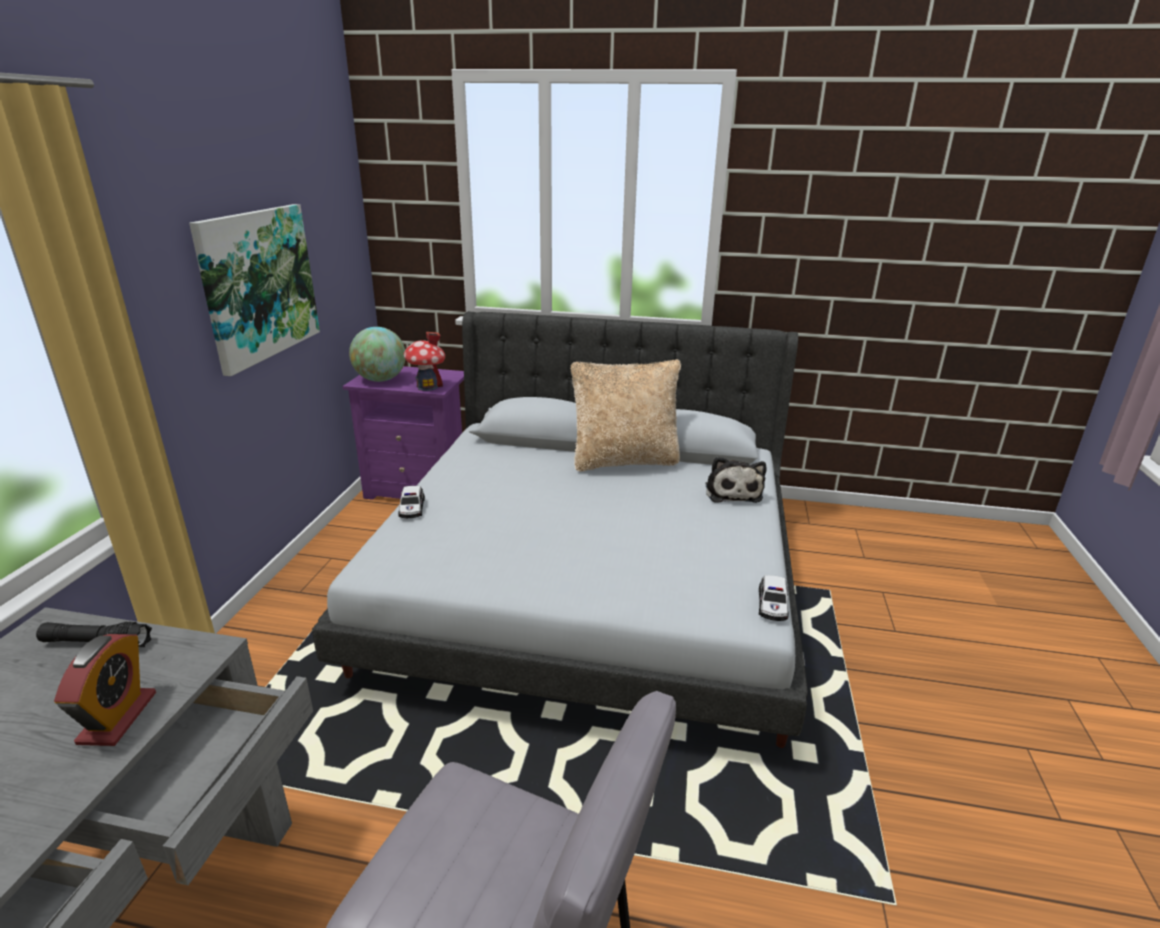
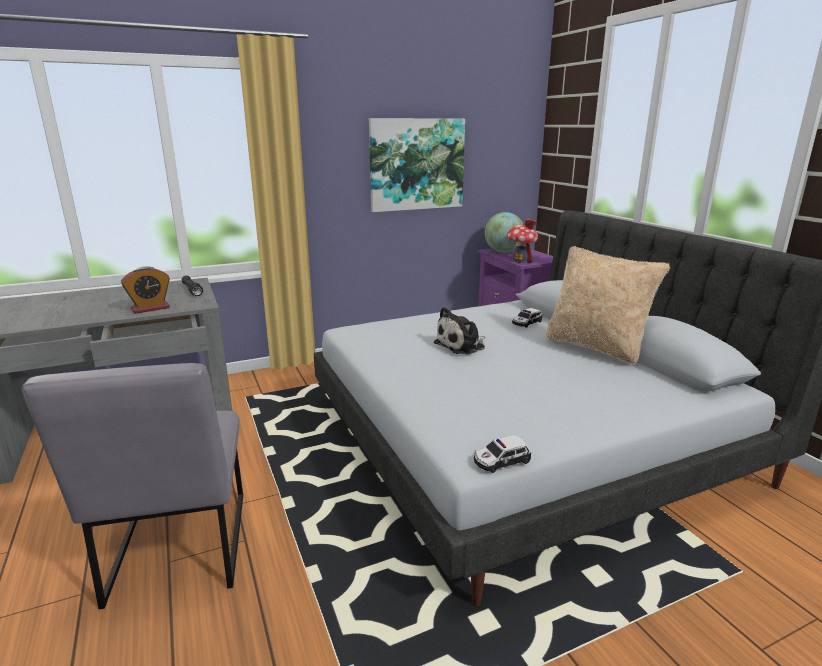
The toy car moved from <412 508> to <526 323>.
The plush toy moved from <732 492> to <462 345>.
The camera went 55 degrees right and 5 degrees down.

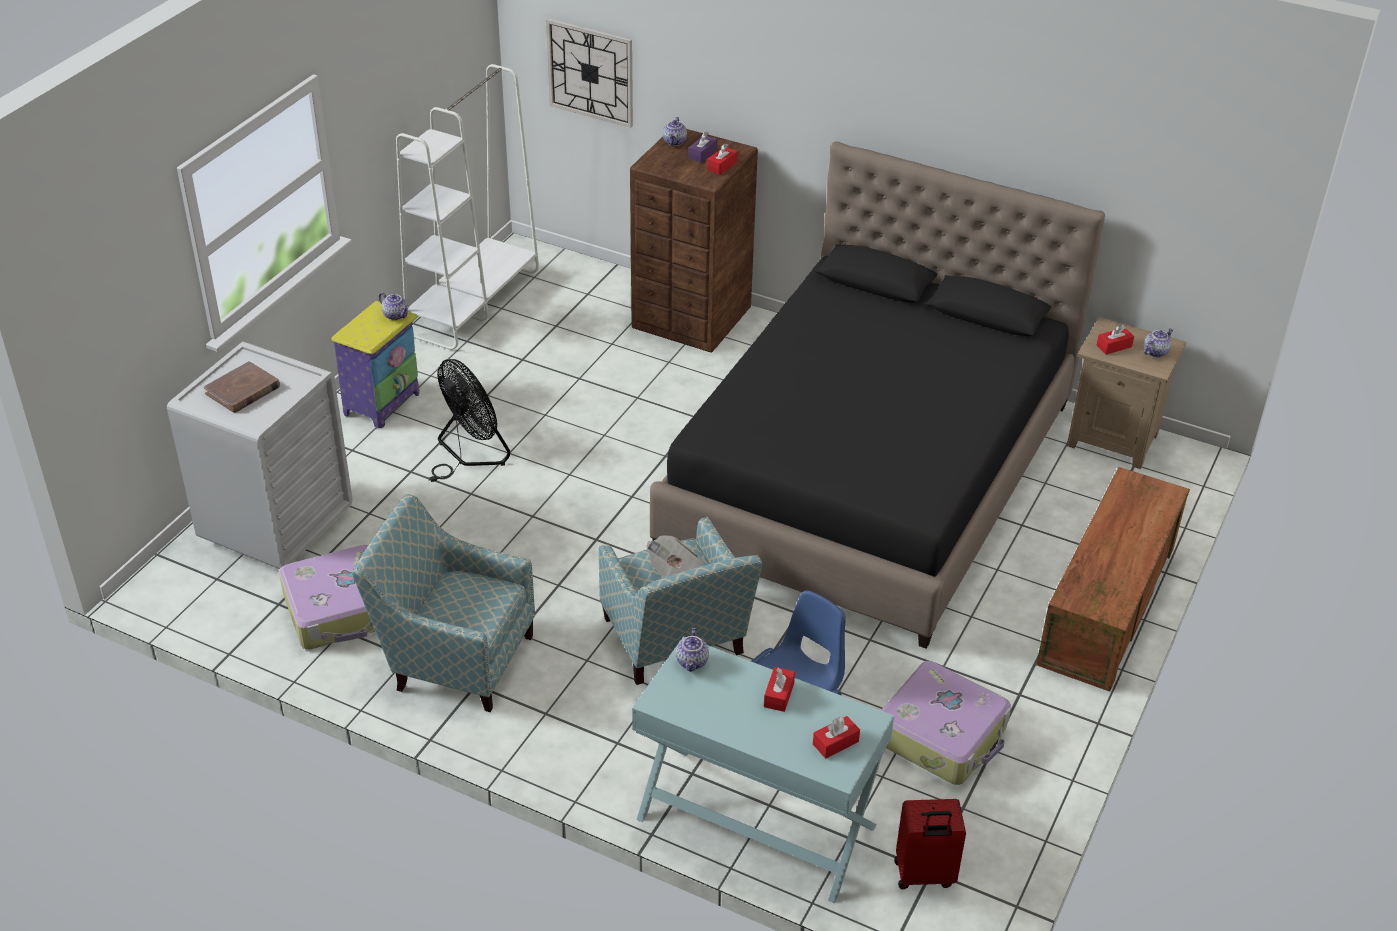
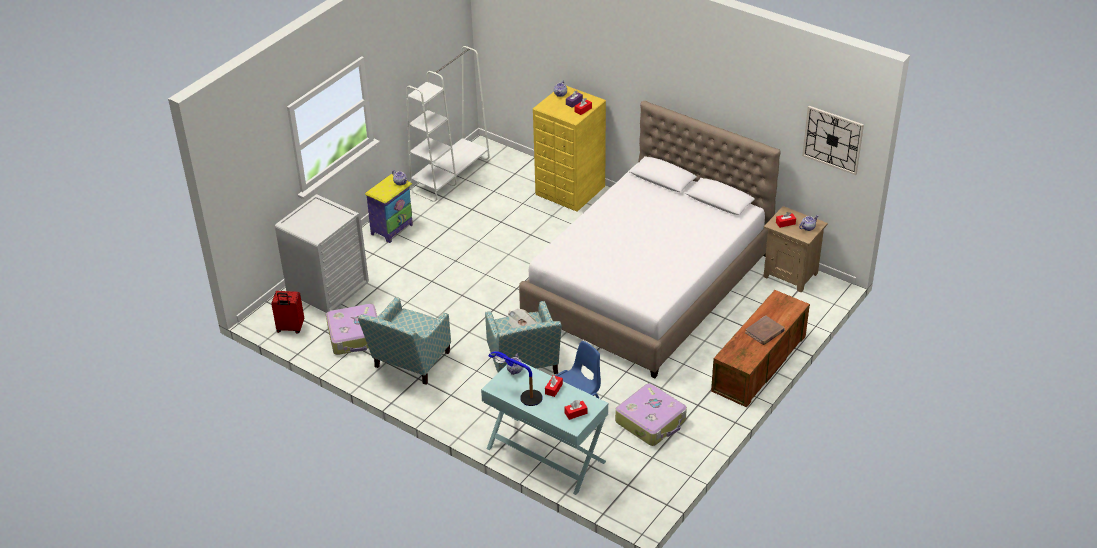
The fan/black at <464 450> disappeared.
The table lamp at <521 393> appeared.
The book/brown moved from <243 390> to <764 332>.
The wall clock moved from <590 72> to <833 139>.
The suitcase/red moved from <924 875> to <290 328>.
The dresser/brown at <691 318> became the dresser/yellow at <570 191>.
The bed/black at <870 474> became the bed/white at <649 285>.
The armchair at <453 658> turned 90 degrees counterclockwise.
The camera went 10 degrees right and 0 degrees up.

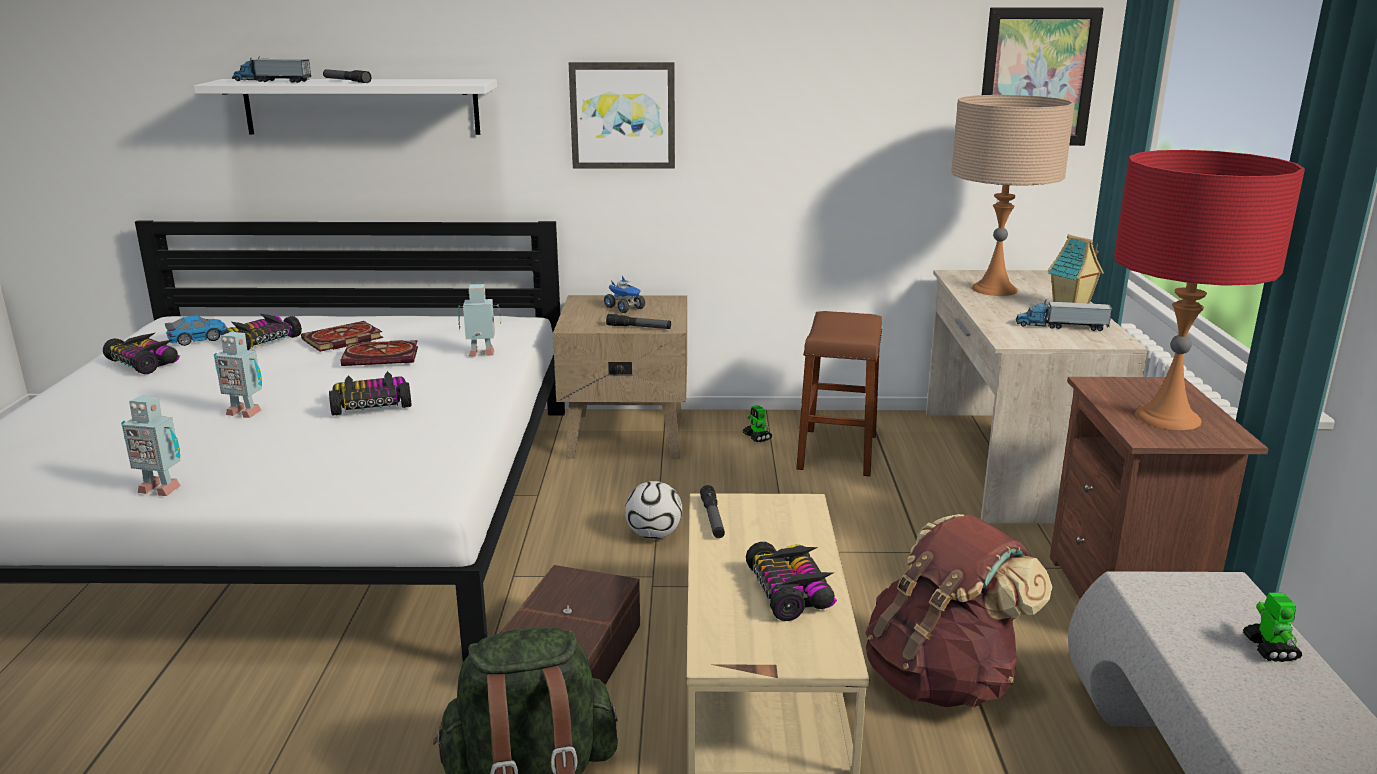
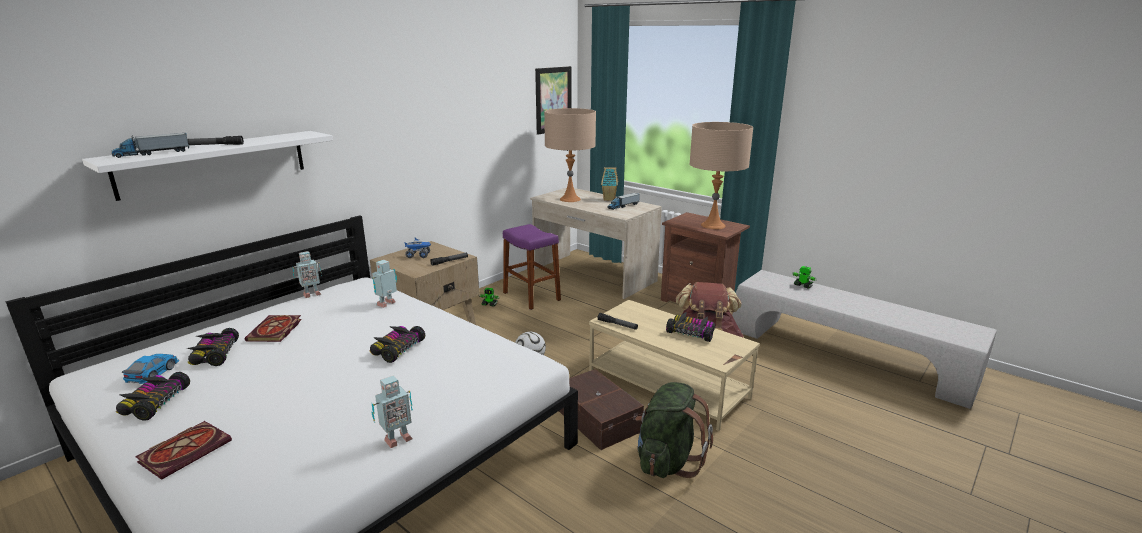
The picture at <622 115> disappeared.
The toy robot moved from <244 412> to <311 294>.
The book moved from <383 356> to <186 450>.
The stool/brown at <837 452> became the stool/purple at <531 296>.
The table lamp/red at <1167 417> became the table lamp/beige at <713 225>.
The toy car at <145 363> turned 75 degrees counterclockwise.
The camera went 50 degrees left and 0 degrees up.

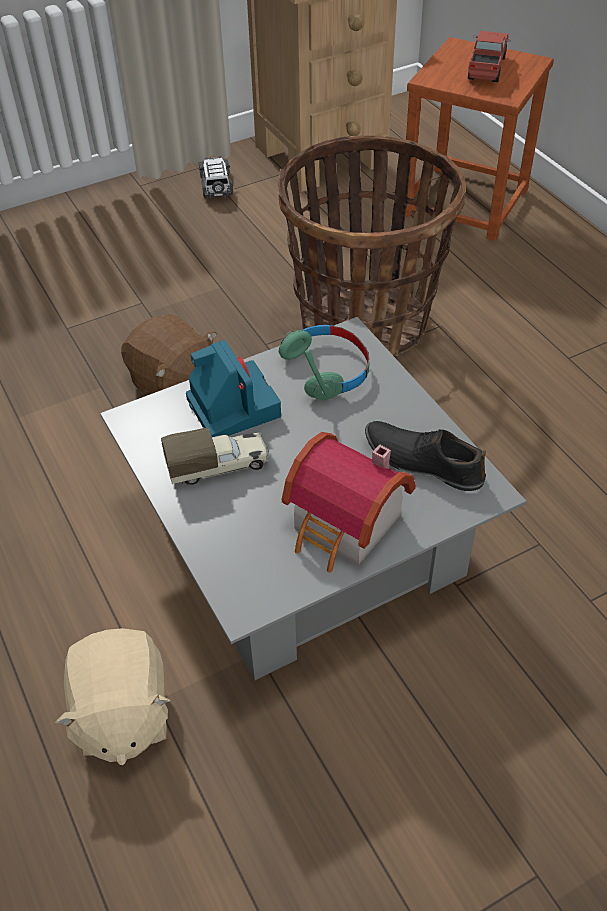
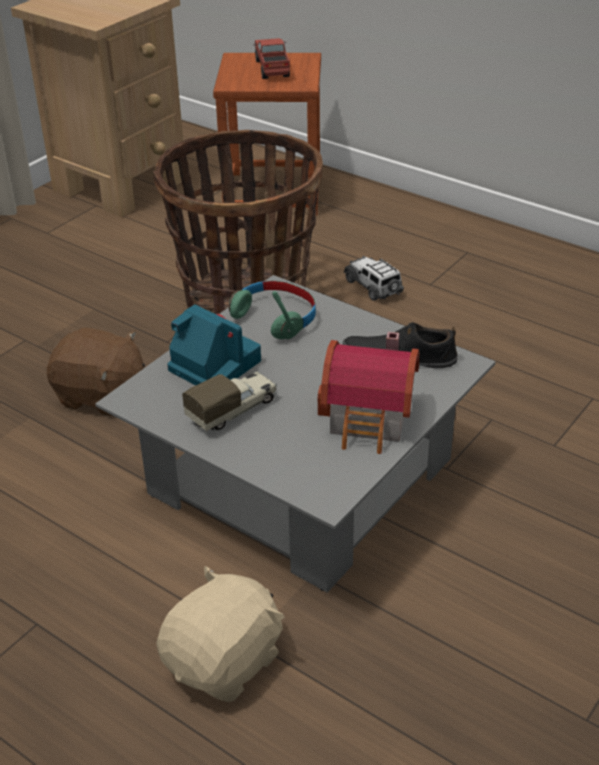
The toy car moved from <216 186> to <374 287>.
The plush toy/beige at <121 714> turned 105 degrees counterclockwise.
The camera went 25 degrees left and 10 degrees down.

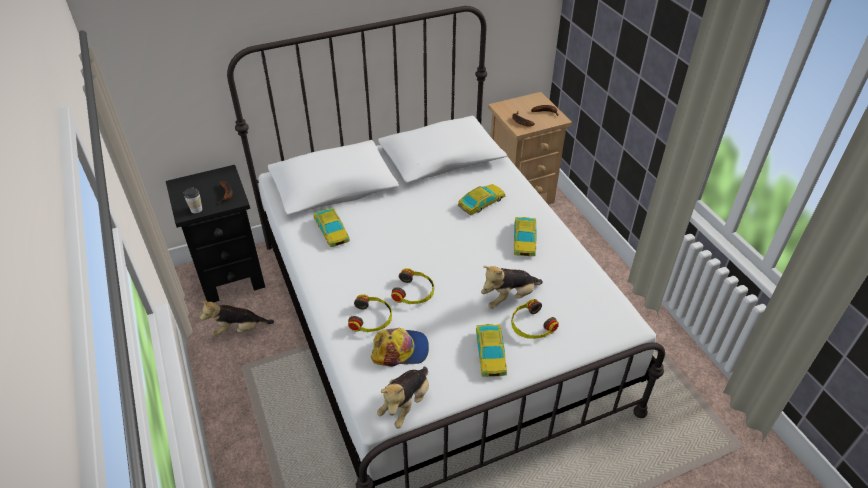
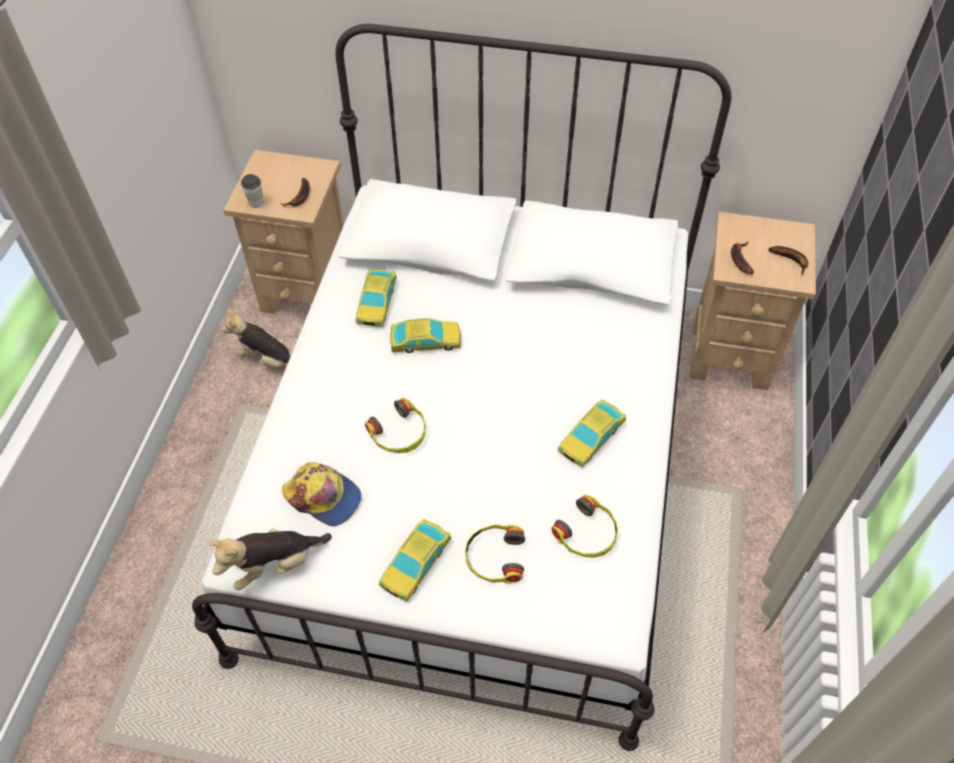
The plush toy at <509 297> disappeared.
The headphones moved from <371 319> to <587 534>.
The toy car moved from <481 202> to <425 341>.
The nightstand/black at <232 277> became the nightstand/beige at <307 291>.
The camera went 35 degrees right and 10 degrees up.

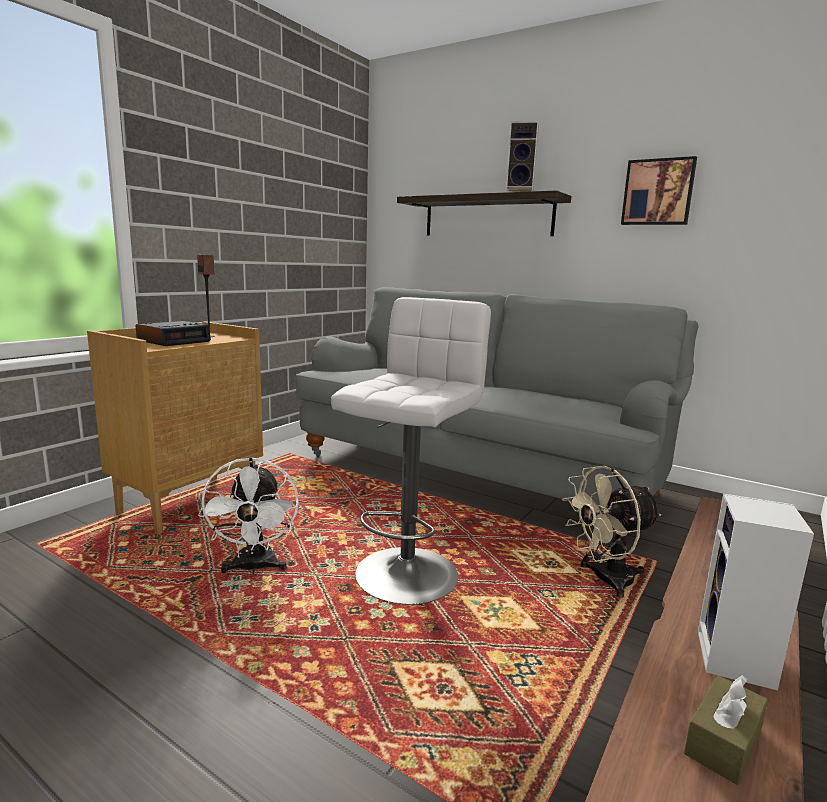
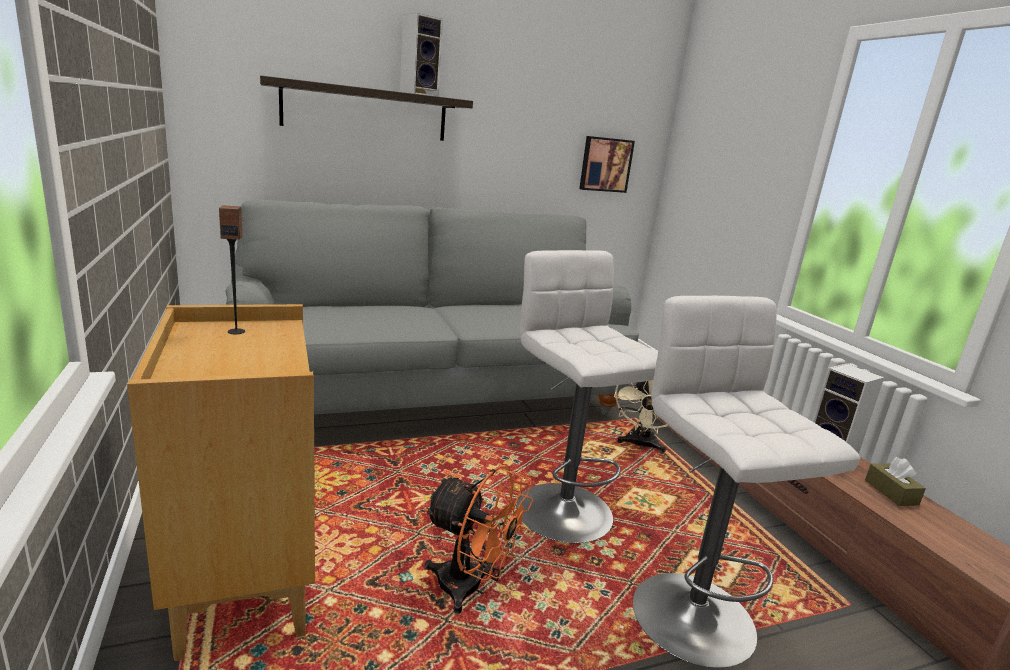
The alarm clock at <174 341> disappeared.
The stool/white at <693 616> appeared.
The picture moved from <658 192> to <605 164>.
The fan/white at <254 568> became the fan/orange at <470 588>.
The camera went 55 degrees left and 5 degrees up.

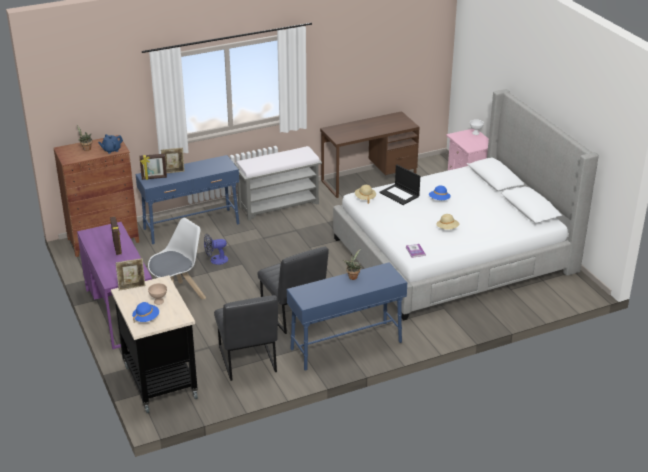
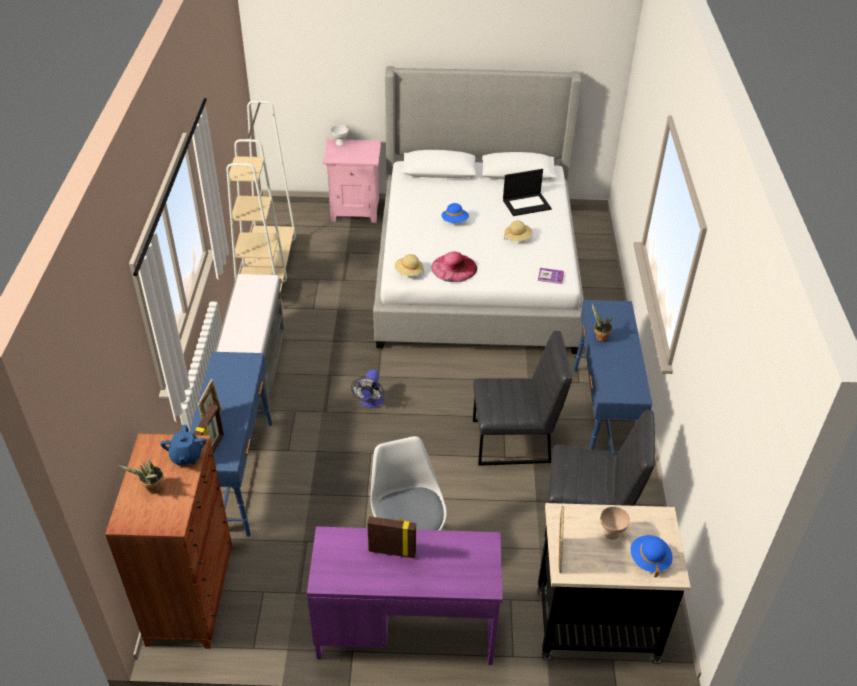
The hat/pink at <454 267> appeared.
The fan moved from <215 260> to <370 402>.
The laptop moved from <400 194> to <527 204>.
The desk/brown at <369 180> was replaced by the clothes rack/beige at <268 273>.
The camera went 65 degrees left and 10 degrees up.

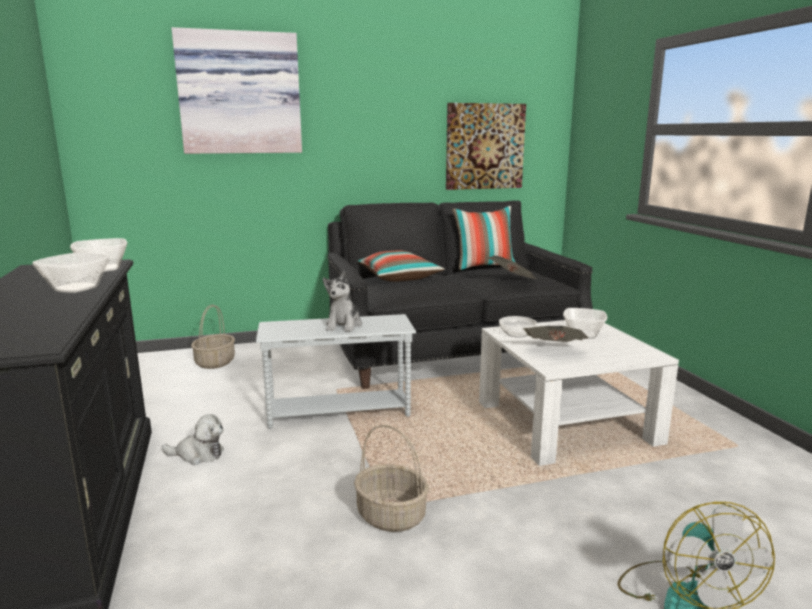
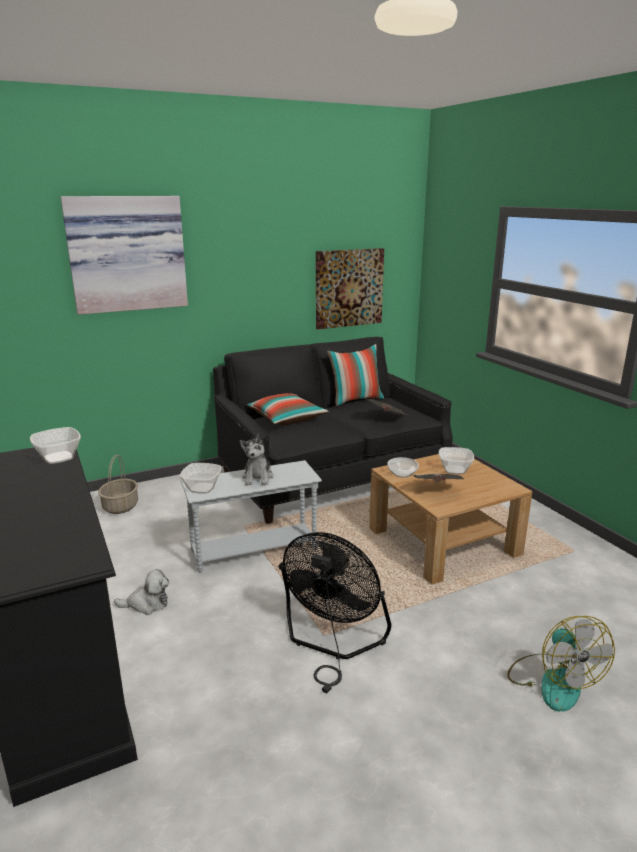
The bowl moved from <75 288> to <201 488>.
The basket at <390 516> was replaced by the fan/black at <328 642>.
The coffee table/white at <566 422> became the coffee table/brown at <443 542>.
The camera went 10 degrees left and 5 degrees up.

